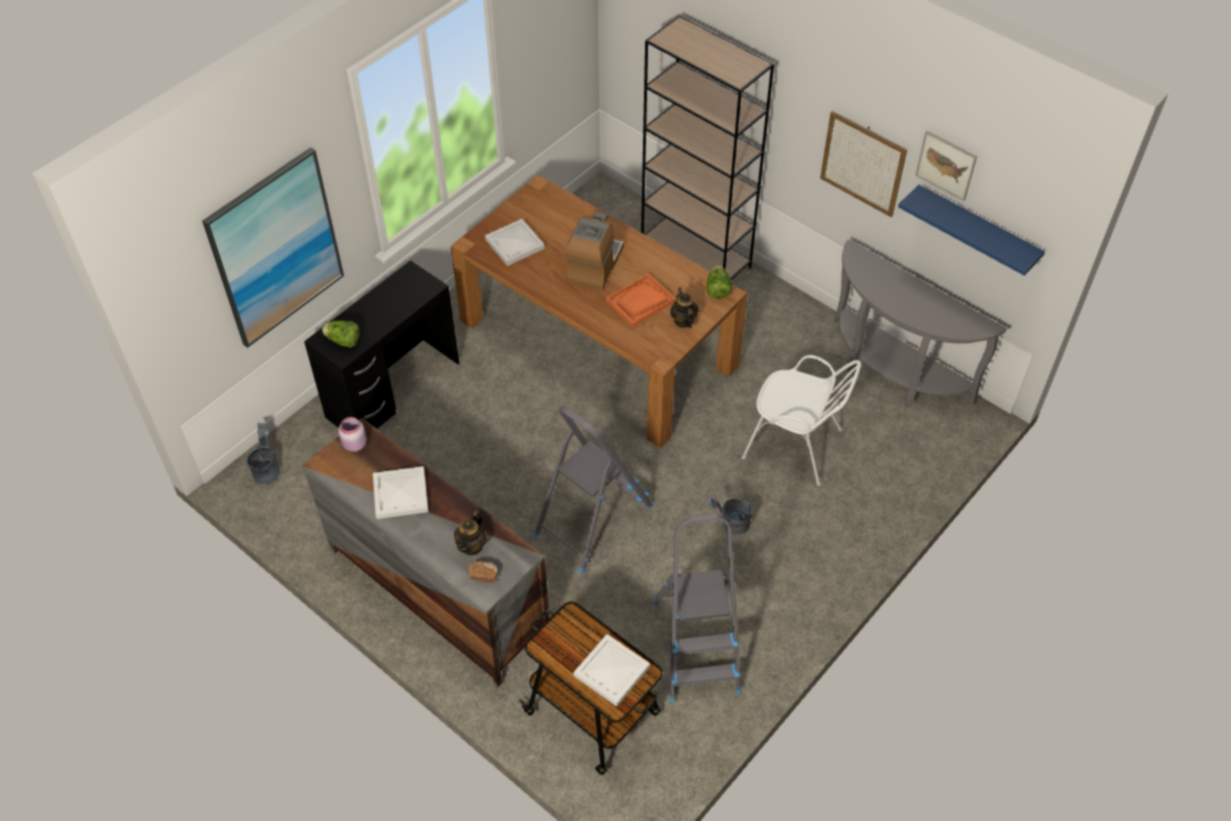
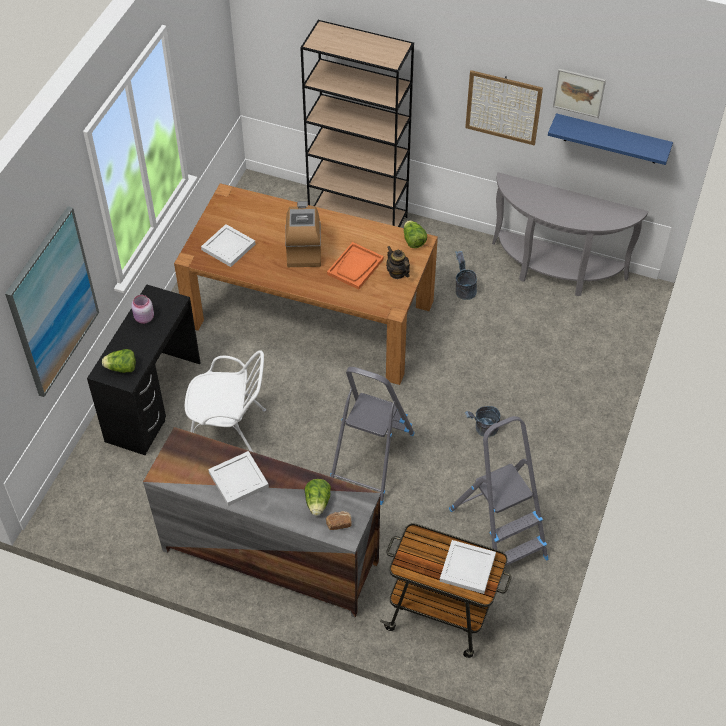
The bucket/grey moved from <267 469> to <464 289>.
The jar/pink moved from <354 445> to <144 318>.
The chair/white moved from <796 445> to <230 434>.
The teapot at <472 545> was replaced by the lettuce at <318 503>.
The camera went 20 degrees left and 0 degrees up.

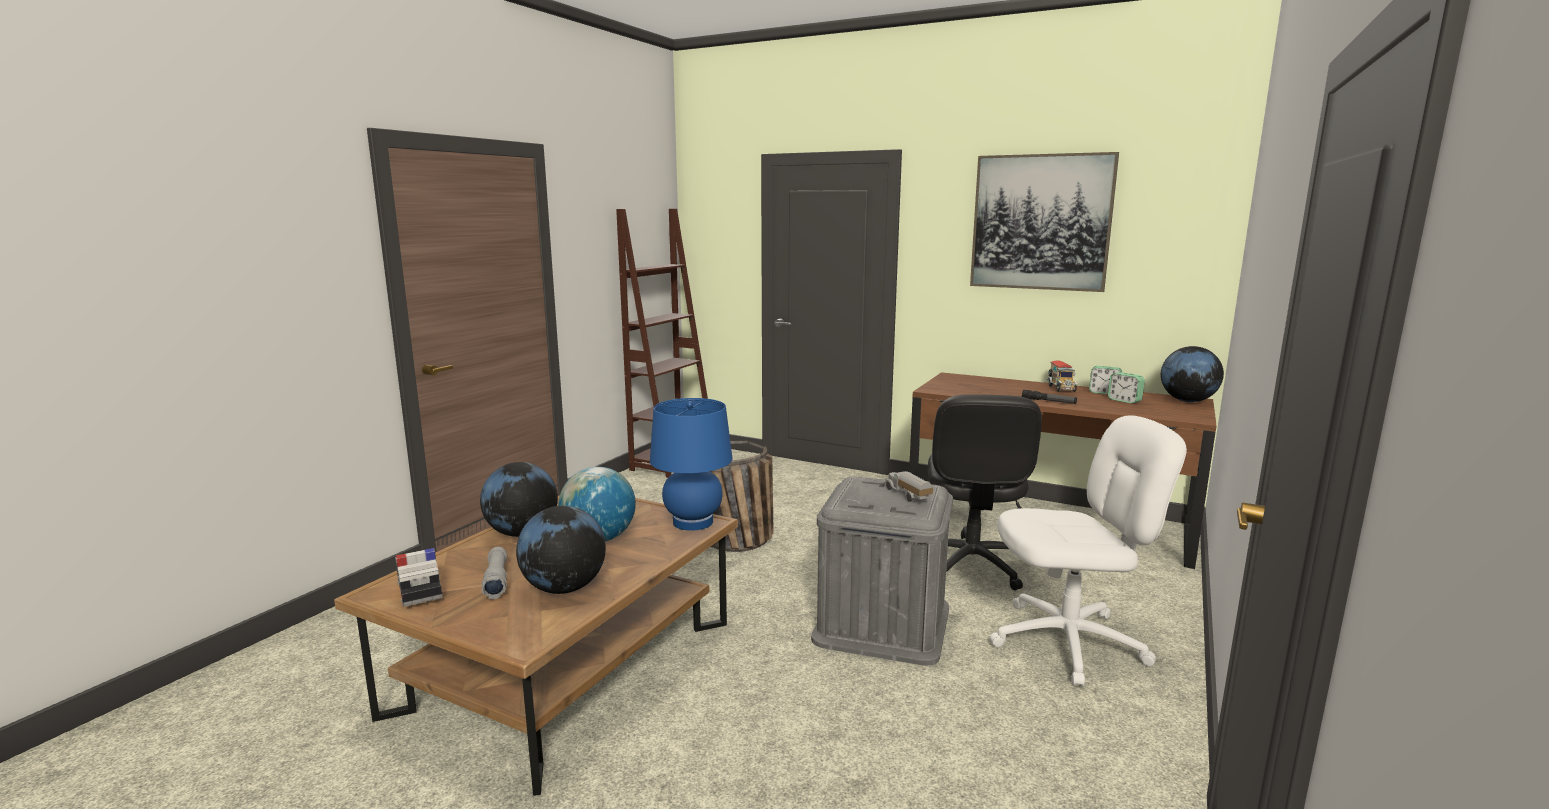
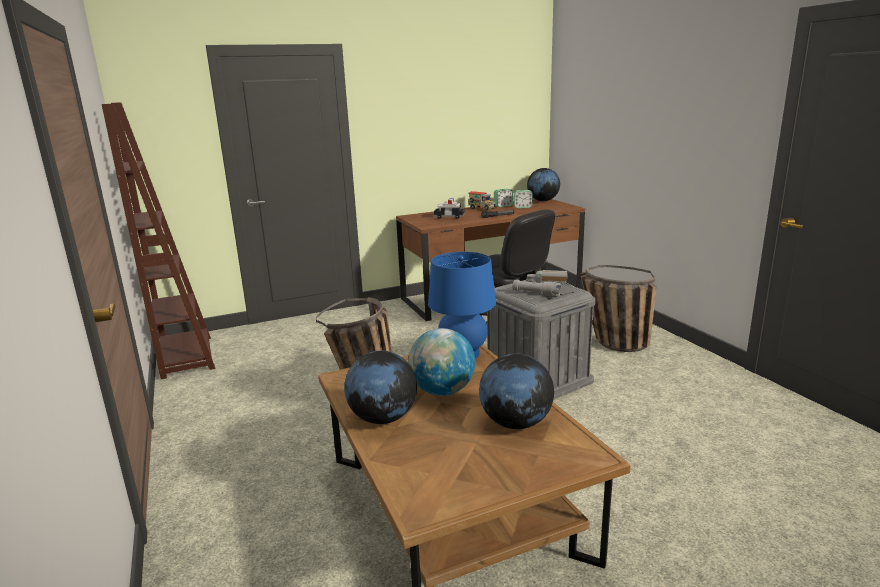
The picture at <1041 222> disappeared.
The toy car moved from <420 591> to <449 217>.
The flashlight/grey moved from <496 581> to <536 293>.
The office chair/white at <1068 642> was replaced by the basket at <609 342>.
The camera went 50 degrees left and 5 degrees up.

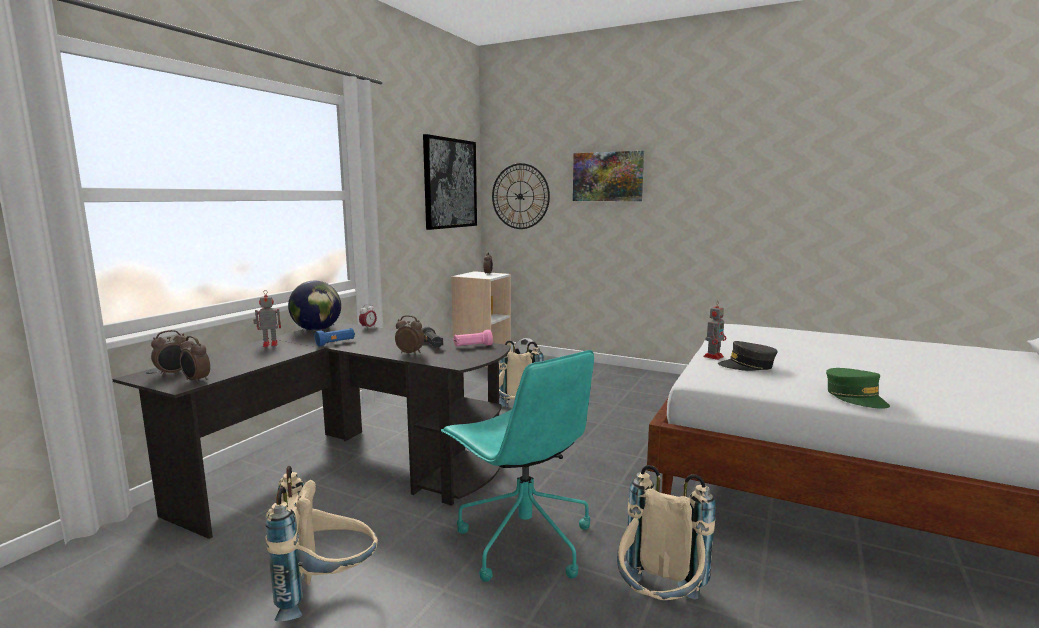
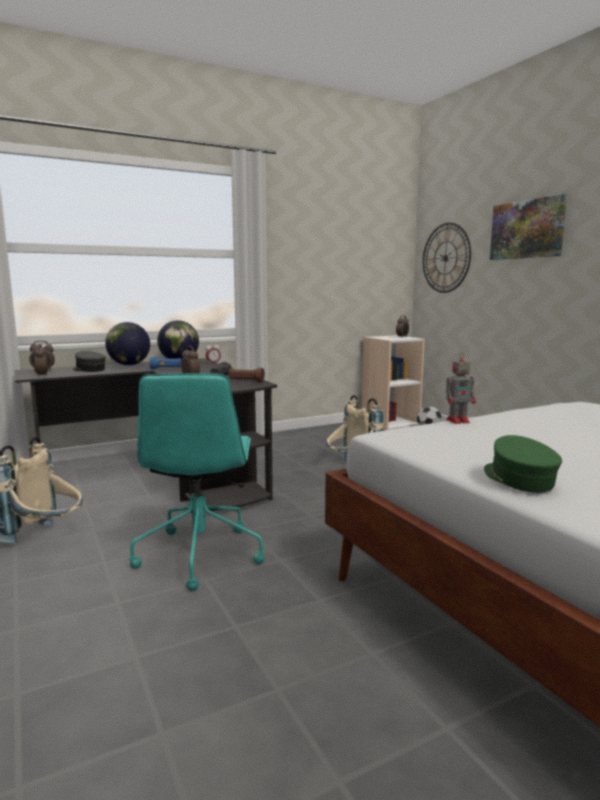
The picture at <450 183> disappeared.
The backpack/beige at <659 605> disappeared.
The cap/grey moved from <747 366> to <89 369>.
The toy robot at <269 344> was replaced by the globe at <129 365>.
The flashlight/pink at <472 346> became the flashlight/brown at <246 381>.
The cap/green at <855 397> turned 150 degrees clockwise.
The camera went 35 degrees right and 0 degrees up.

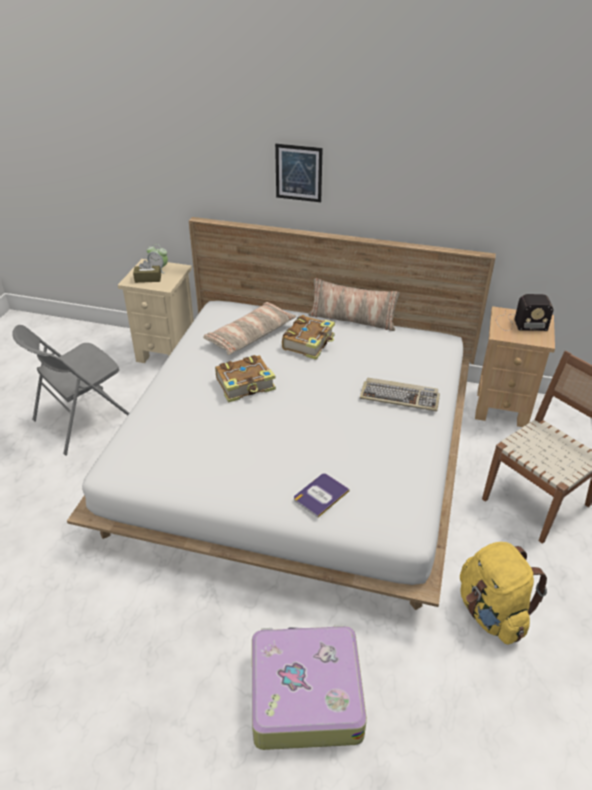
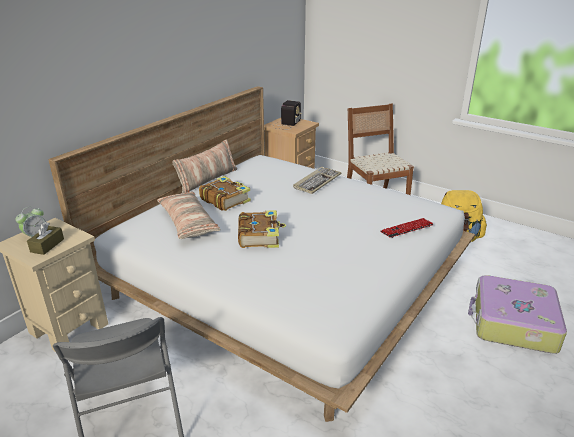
The picture at <298 173> disappeared.
The book at <321 495> was replaced by the keyboard at <407 229>.
The camera went 70 degrees left and 10 degrees down.

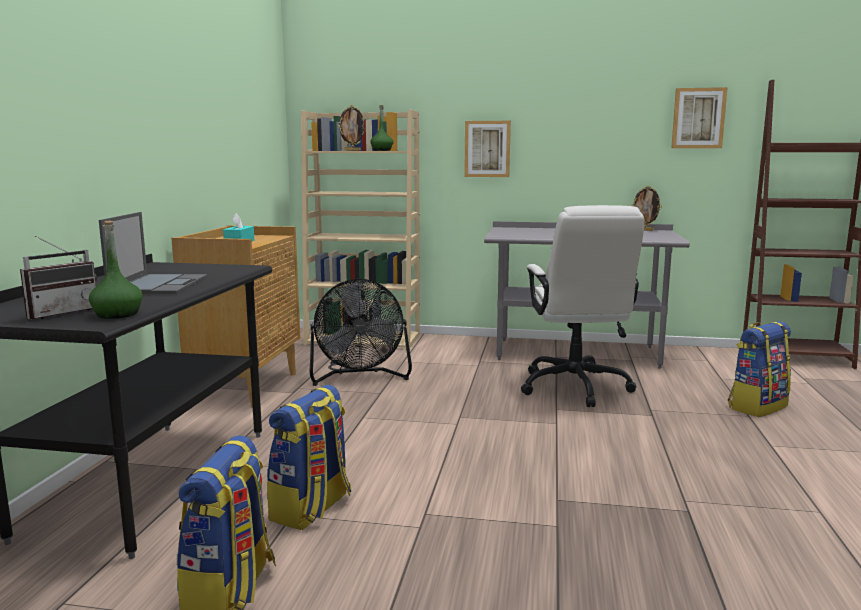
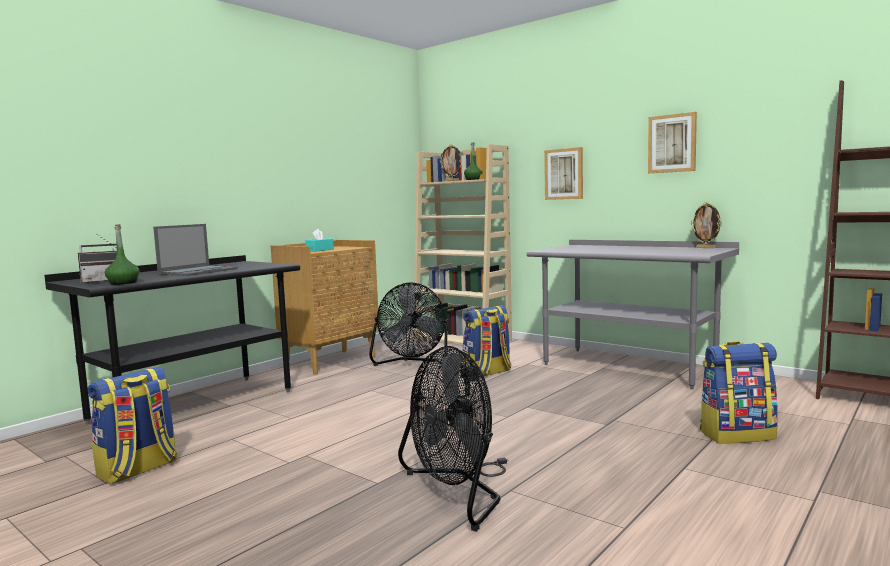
The office chair/white at <576 389> disappeared.
The fan/black at <460 490> appeared.
The backpack moved from <312 509> to <487 373>.
The picture moved from <698 118> to <672 143>.
The camera went 30 degrees right and 5 degrees down.

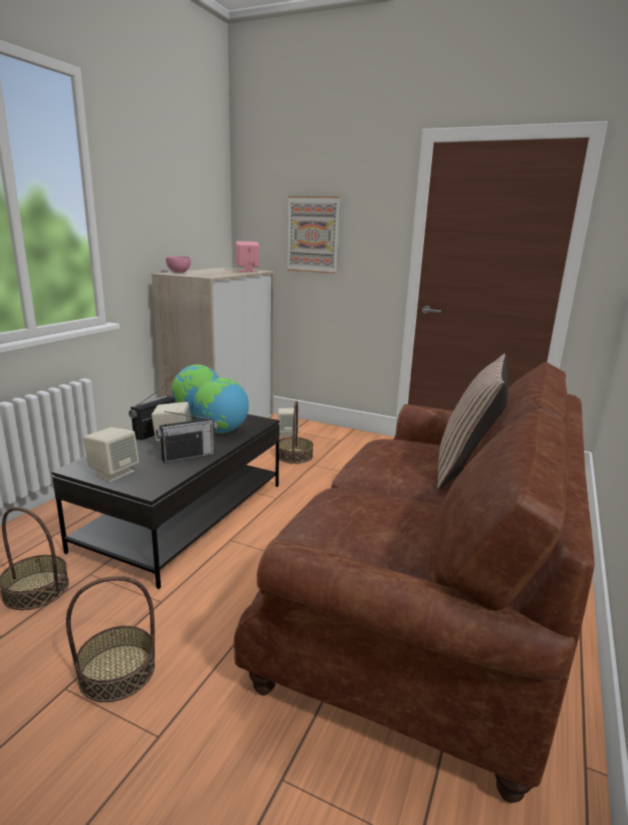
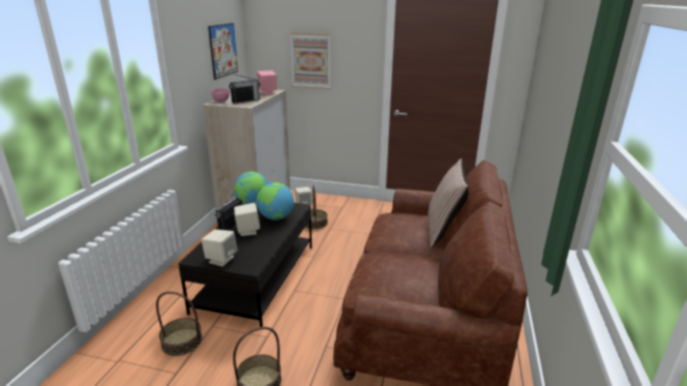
The picture at <223 50> appeared.
The radio moved from <188 456> to <245 101>.
The camera went 10 degrees left and 5 degrees up.

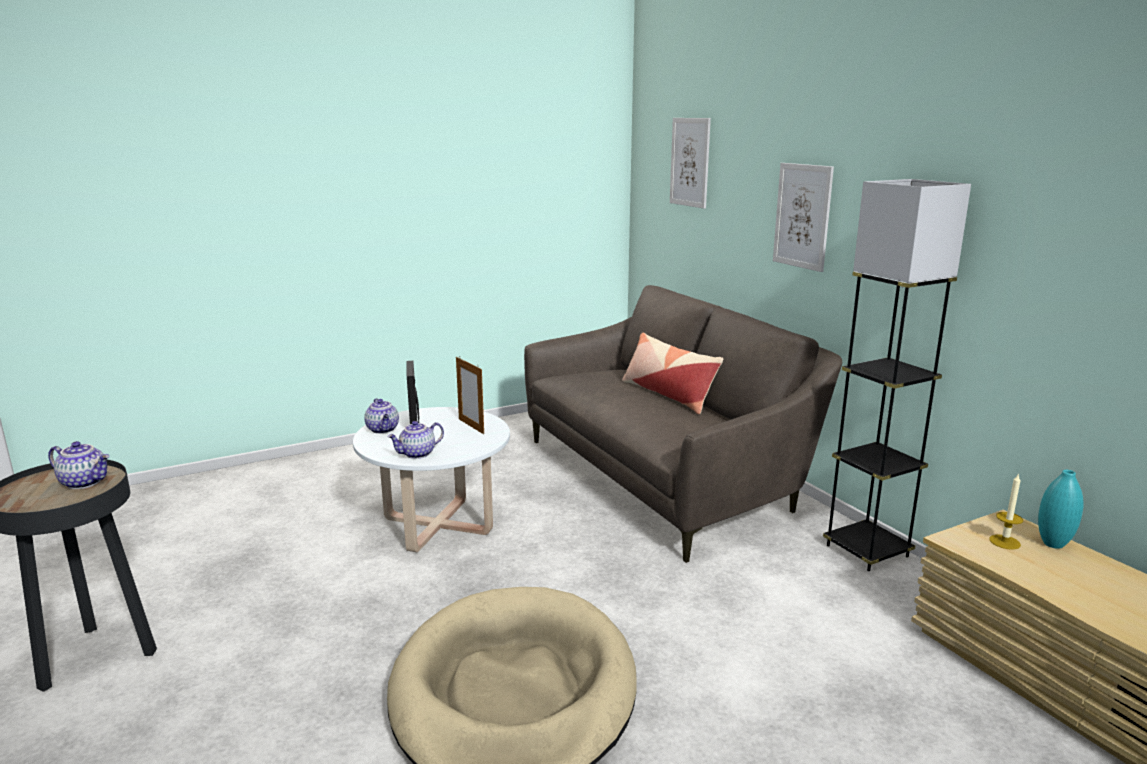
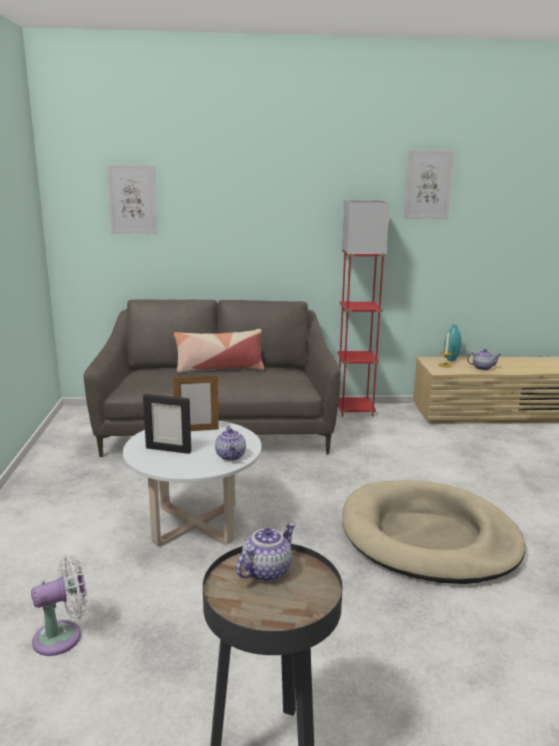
The fan/white at <63 636> appeared.
The teapot moved from <383 430> to <483 368>.
The picture moved from <802 216> to <428 184>.
The floor lamp/grey at <867 551> became the floor lamp/red at <355 410>.
The camera went 65 degrees left and 0 degrees up.

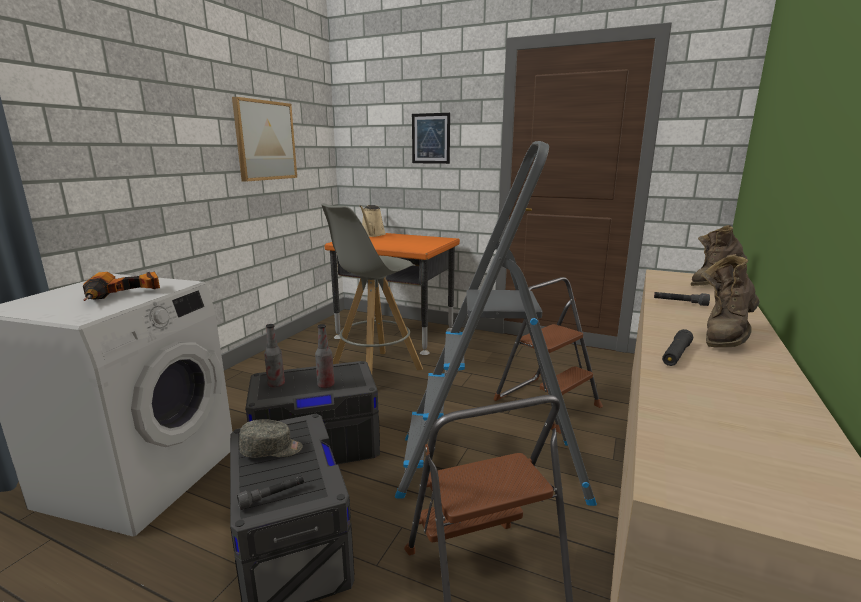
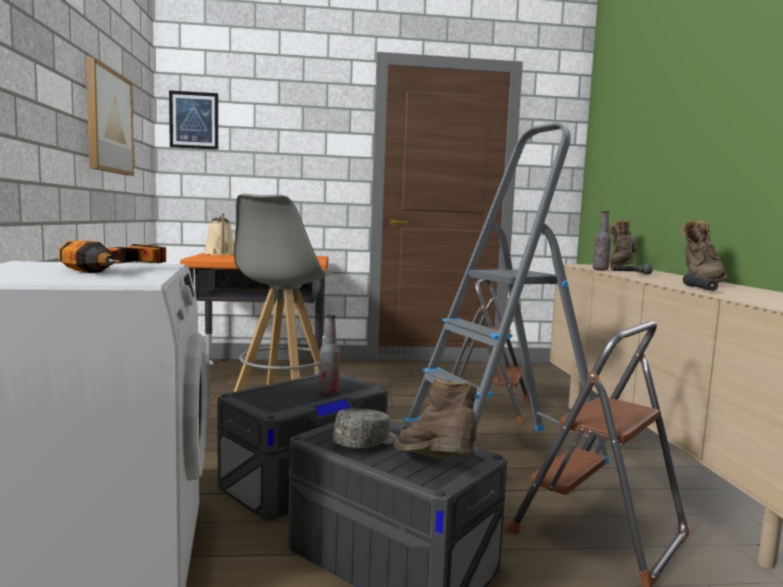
The bottle moved from <276 384> to <600 269>.
The picture moved from <431 138> to <194 120>.
The flashlight/grey at <272 496> was replaced by the boot/brown at <435 470>.
The camera went 30 degrees left and 10 degrees down.

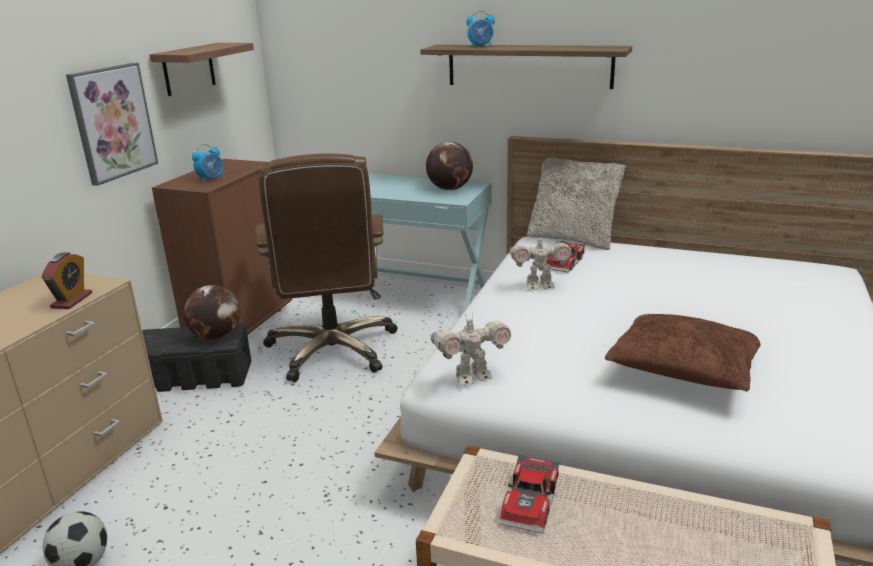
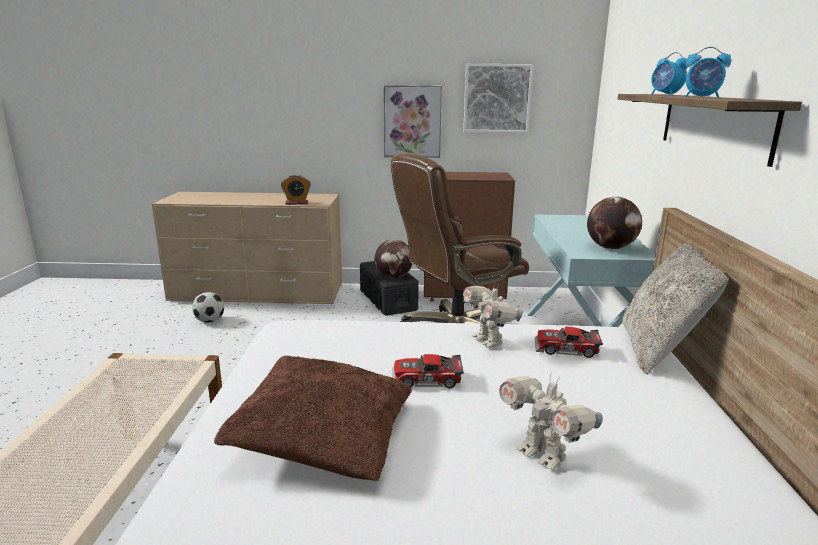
The alarm clock moved from <211 179> to <702 97>.
The toy robot moved from <472 377> to <543 454>.
The toy car moved from <532 502> to <426 380>.
The shelf at <188 69> was replaced by the picture at <497 98>.
The camera went 70 degrees right and 5 degrees down.

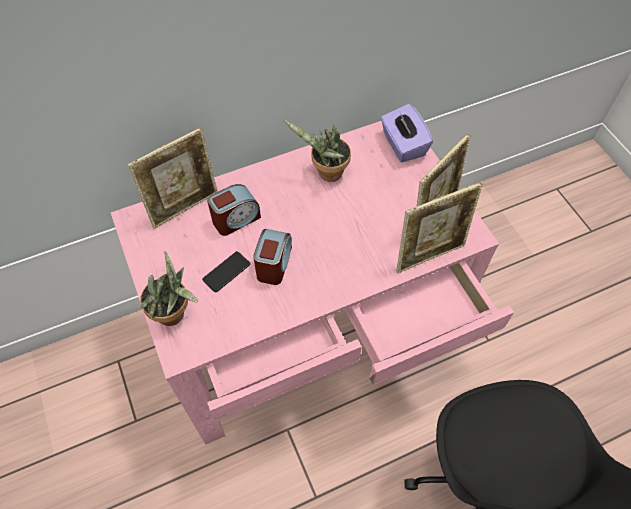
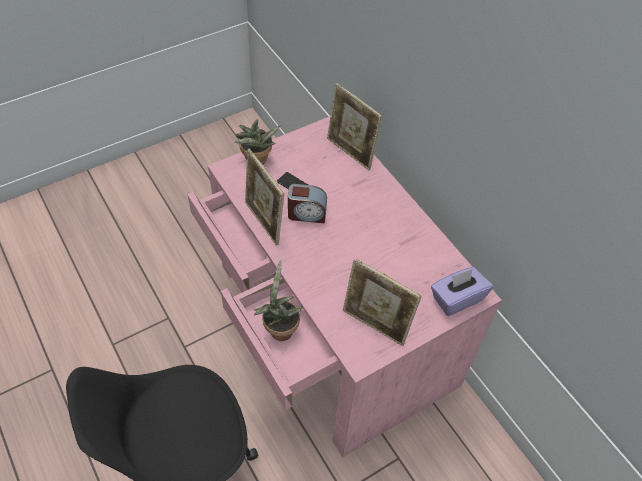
The alarm clock at <236 219> disappeared.
The potted plant moved from <326 174> to <279 328>.
The picture frame moved from <429 255> to <264 222>.
The camera went 80 degrees right and 5 degrees down.

